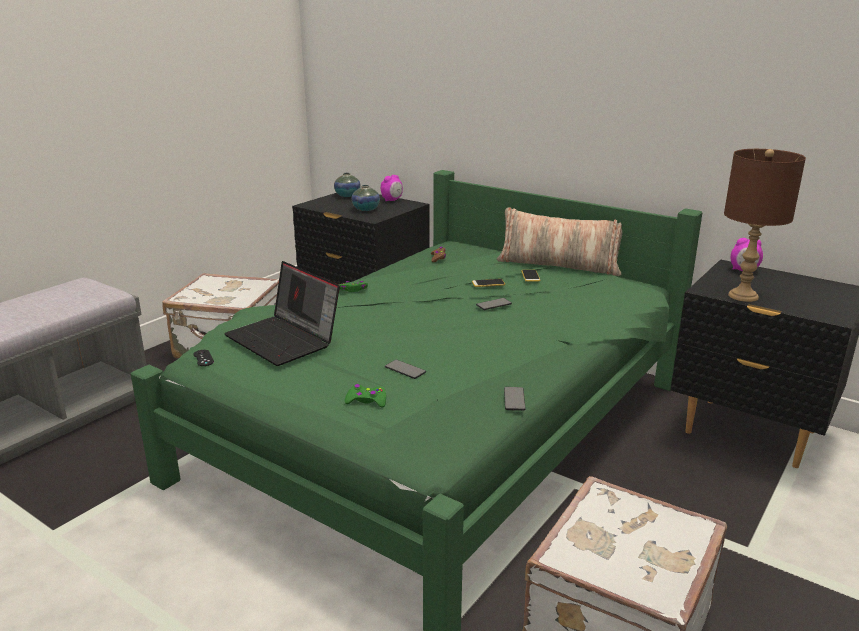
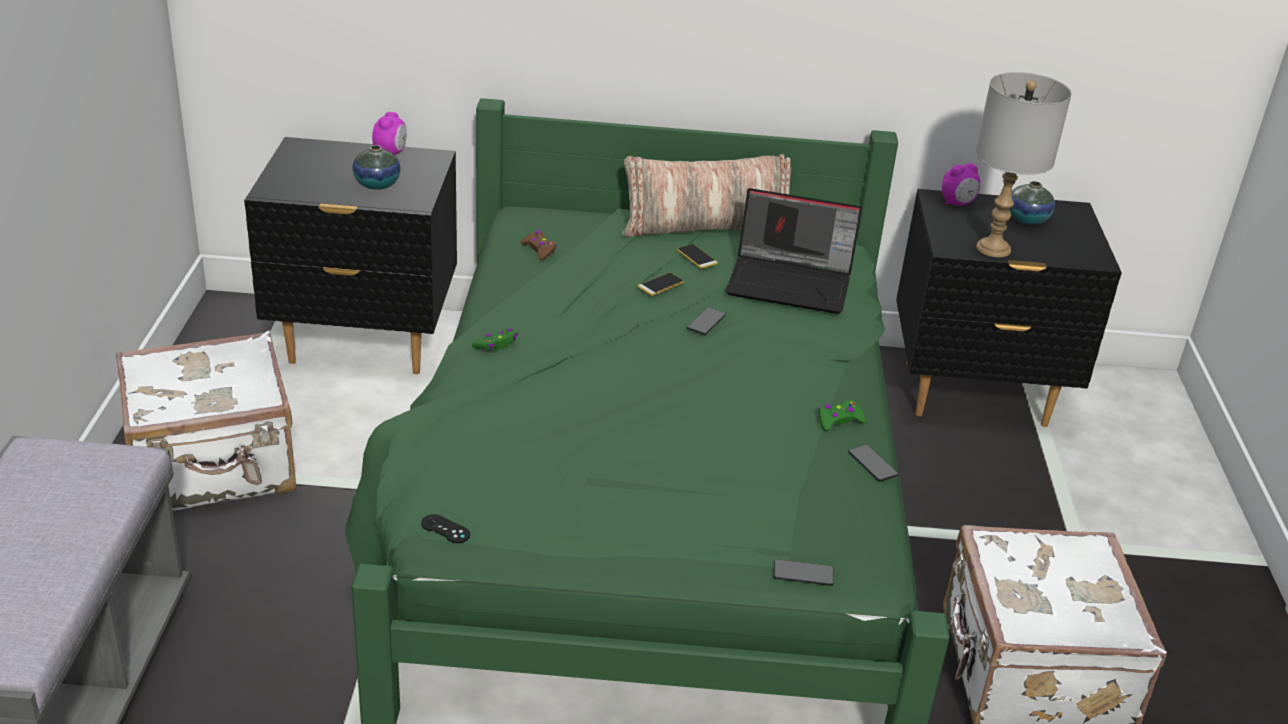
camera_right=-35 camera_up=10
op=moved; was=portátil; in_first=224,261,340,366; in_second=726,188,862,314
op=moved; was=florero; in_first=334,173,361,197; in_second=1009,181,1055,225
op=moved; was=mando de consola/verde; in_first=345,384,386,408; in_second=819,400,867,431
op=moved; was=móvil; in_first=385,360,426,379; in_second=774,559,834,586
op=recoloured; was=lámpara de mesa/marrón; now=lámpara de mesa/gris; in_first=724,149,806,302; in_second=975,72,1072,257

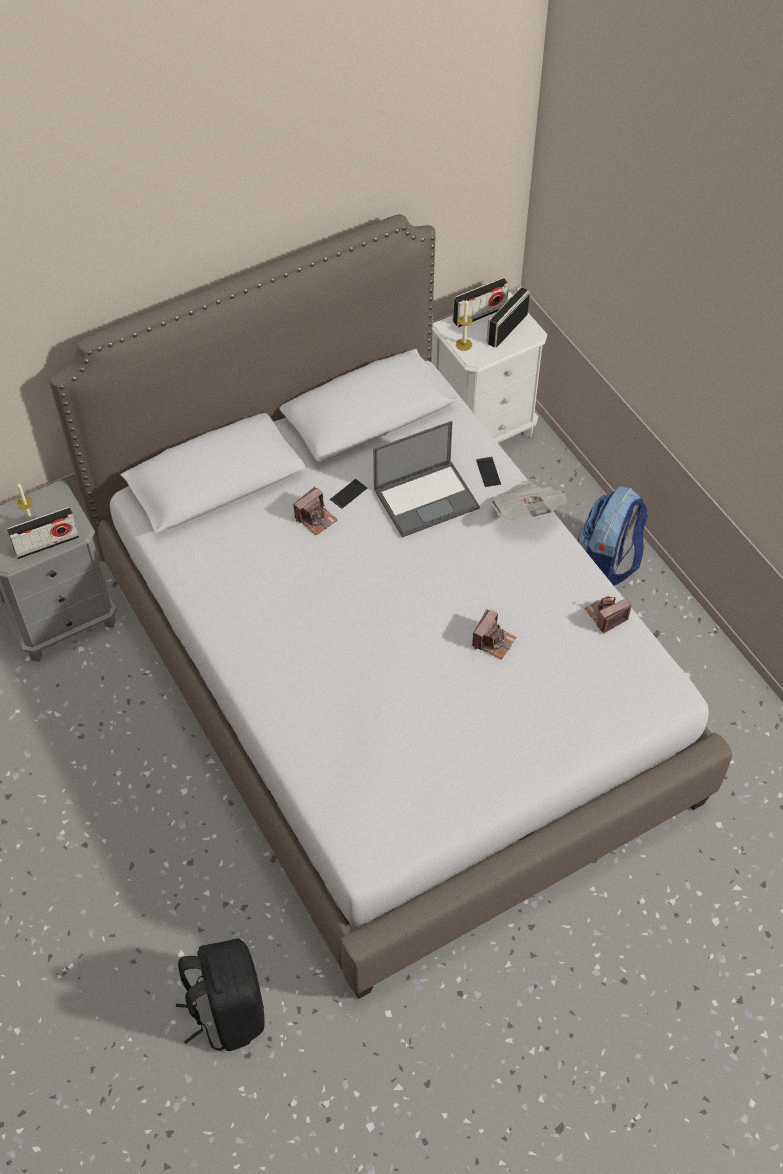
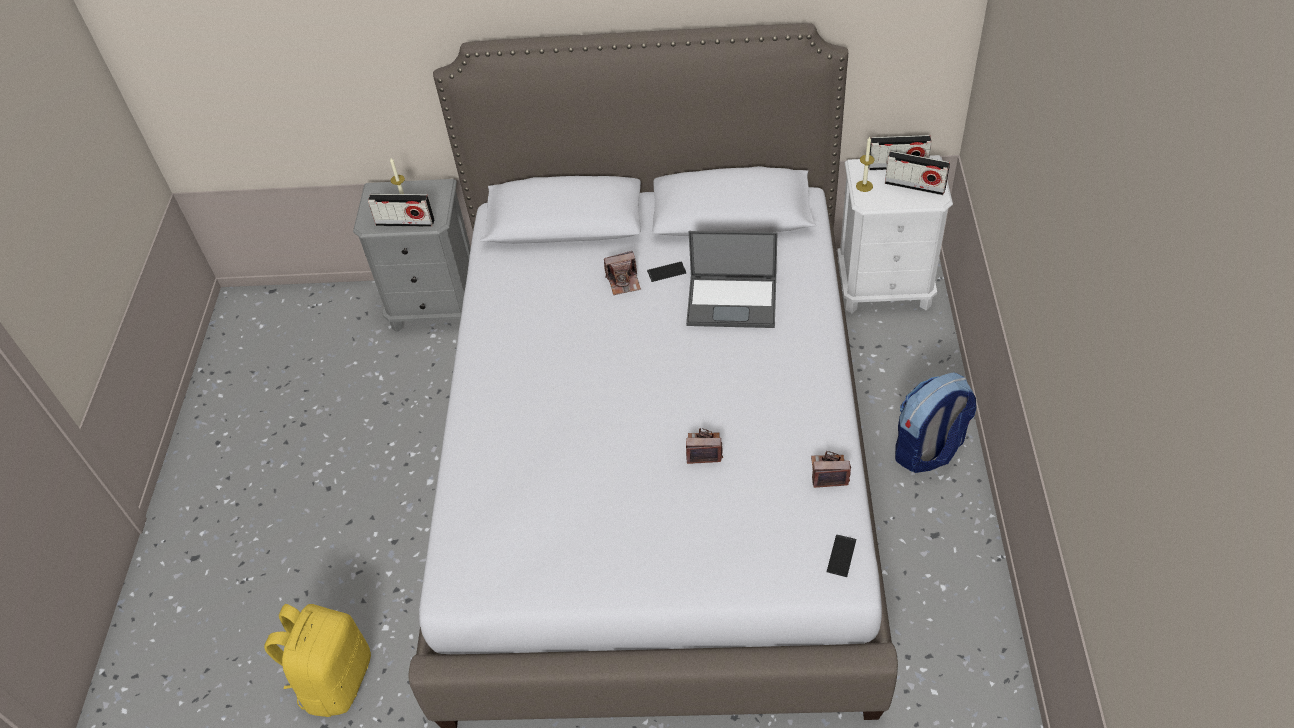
camera_right=35 camera_up=-5
op=removed; was=periódico; in_first=490,480,567,520
op=moved; was=móvil; in_first=476,457,501,487; in_second=827,534,856,577
op=recoloured; was=mochila/negro; now=mochila/amarillo; in_first=176,938,265,1051; in_second=264,604,371,717
op=turned; was=cámara; in_first=472,609,516,659; in_second=686,428,723,464; clockwise=-150
op=turned; was=radio; in_first=486,286,530,348; in_second=885,151,950,195; clockwise=-135

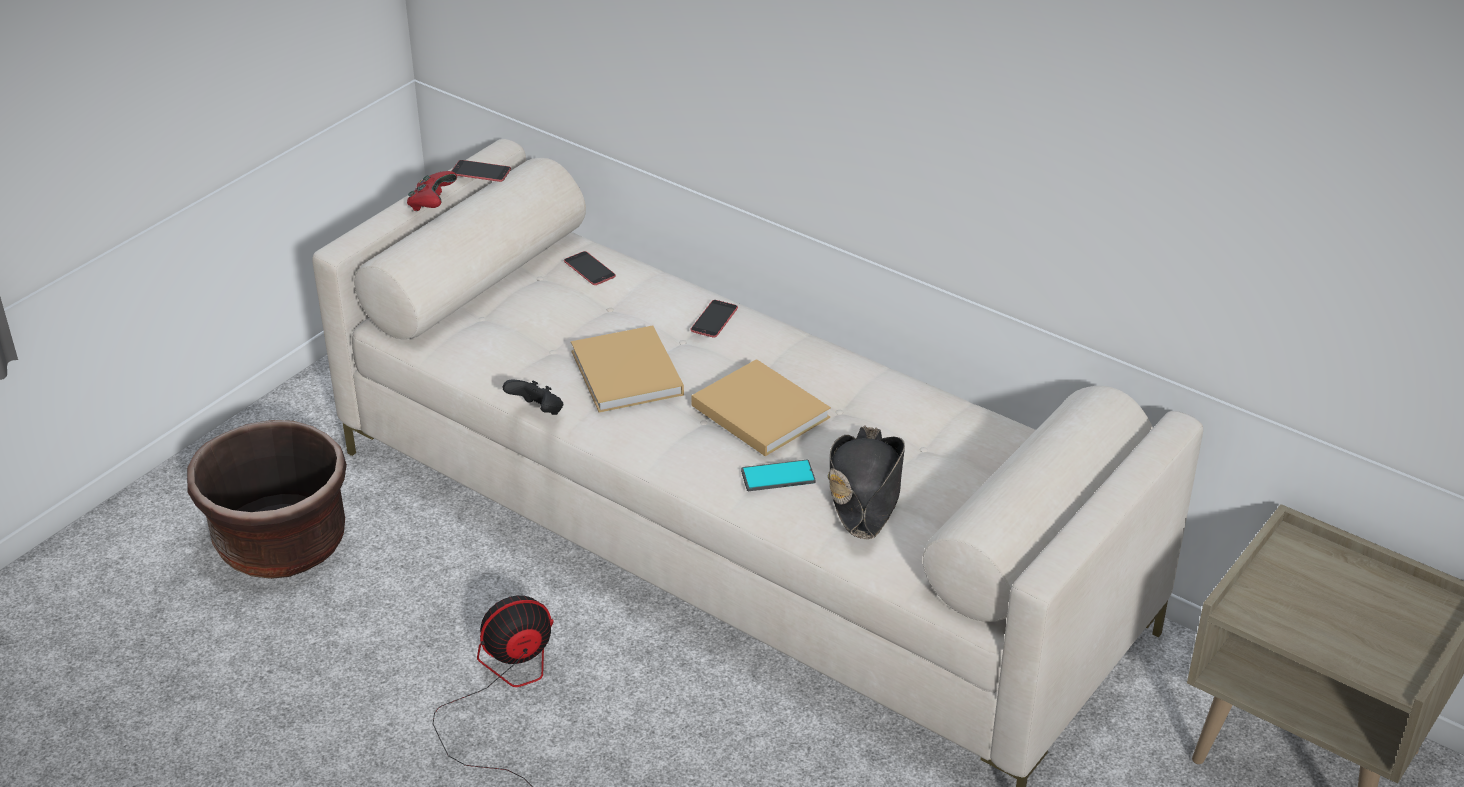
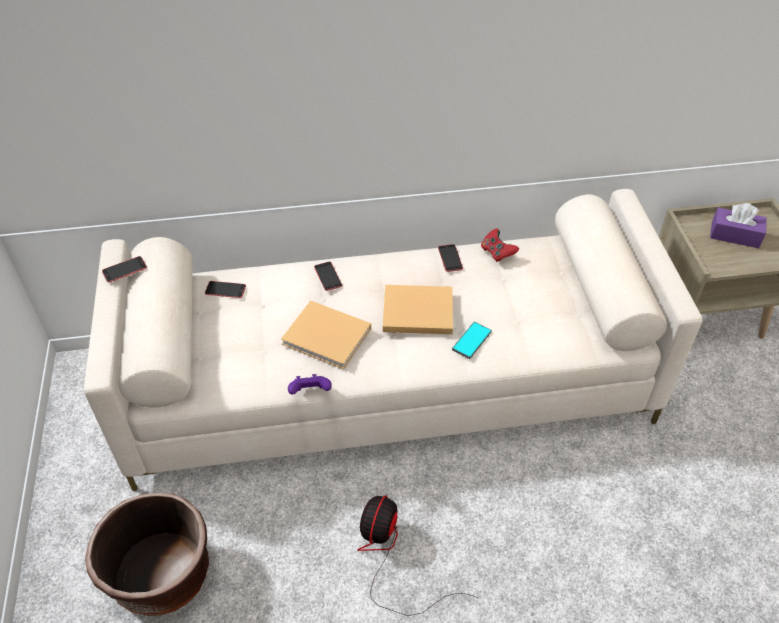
camera_right=-45 camera_up=10
op=removed; was=sombrero/negro; in_first=828,426,905,539
op=added; now=móvil; in_second=438,244,463,272
op=added; now=caja de pañuelos/morado; in_second=710,203,767,248
op=moved; was=mando de consola/rojo; in_first=407,171,457,211; in_second=481,229,519,262
op=recoloured; was=mando de consola/negro; now=mando de consola/morado; in_first=503,379,563,415; in_second=288,374,332,395

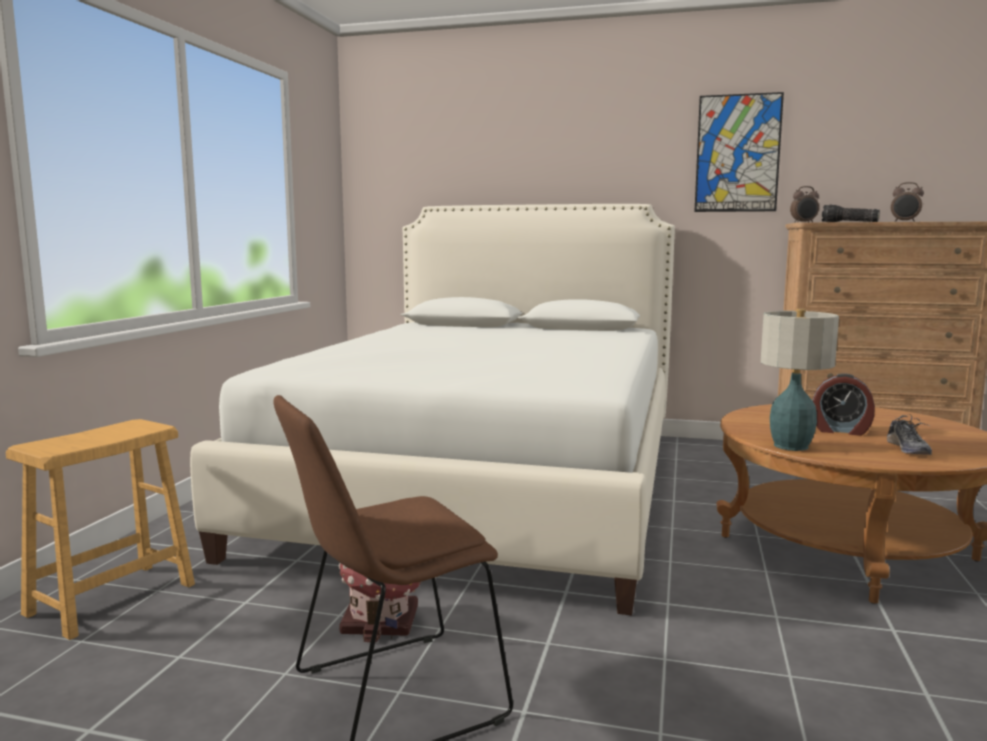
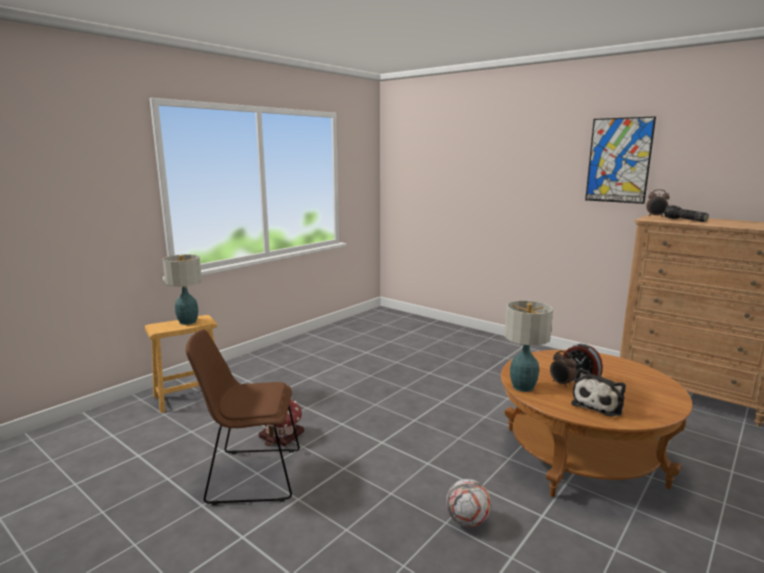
camera_right=25 camera_up=5
op=removed; was=cama/blanco; in_first=190,204,675,615
op=added; now=lámpara de mesa; in_second=163,254,202,325
op=added; now=balón de fútbol; in_second=446,479,491,527
op=moved; was=despertador; in_first=891,182,924,222; in_second=550,351,577,387
op=replaced; was=zapato; now=peluche; in_first=887,414,932,455; in_second=571,368,626,416

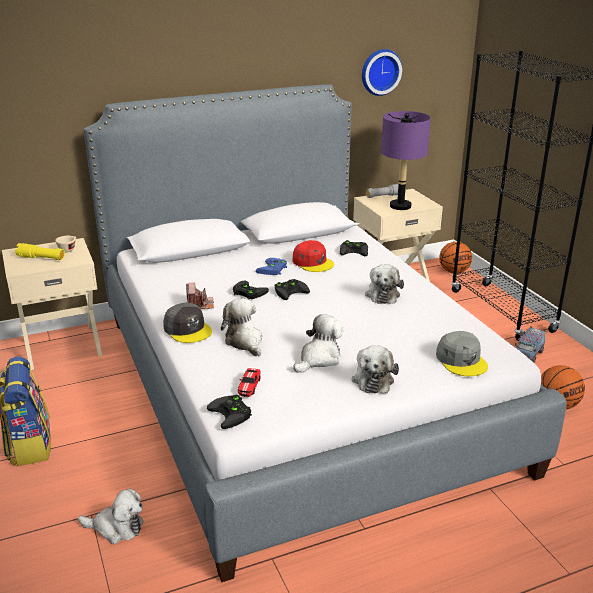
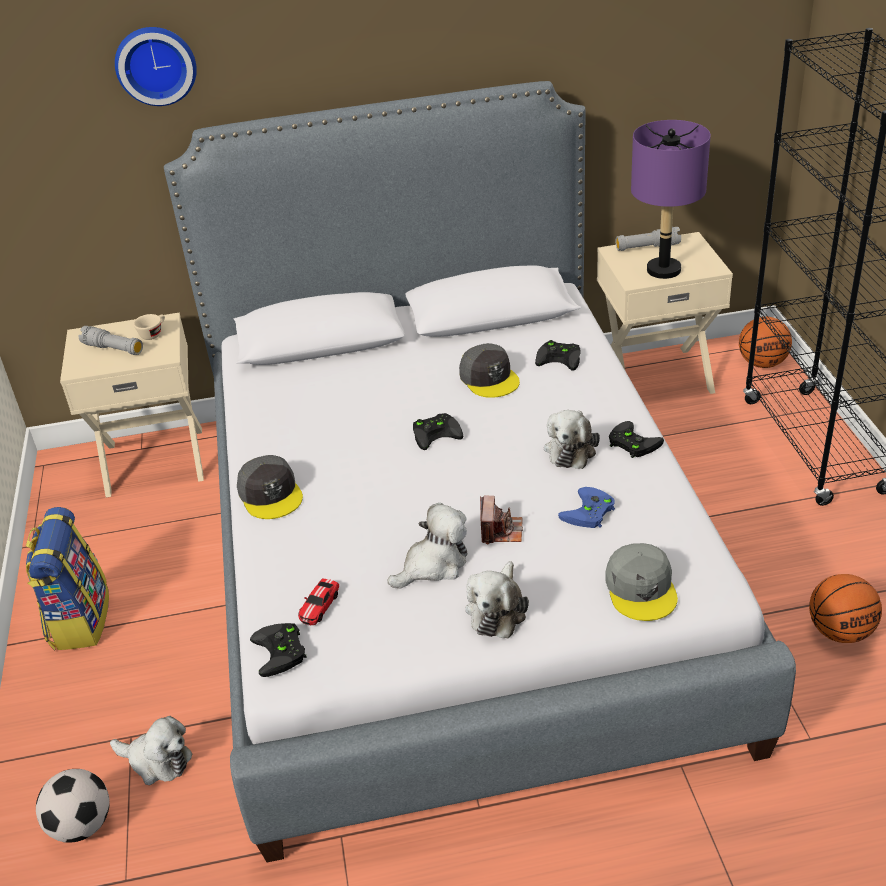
camera_right=15 camera_up=10
op=removed; was=peluche; in_first=221,298,262,357
op=removed; was=camión de juguete; in_first=515,326,546,363
op=added; now=balón de fútbol; in_second=36,769,110,843
op=moved; was=cámara; in_first=186,283,214,309; in_second=480,496,523,545
op=moved; was=mando de consola/negro; in_first=233,281,269,300; in_second=609,421,664,458
op=moved; was=mando de consola/azul; in_first=256,258,287,275; in_second=558,487,615,528
op=moved; was=reloj de pared; in_first=362,49,402,96; in_second=115,27,197,106
op=recoloured; was=linterna/amarillo; now=linterna/gris; in_first=15,243,65,260; in_second=79,326,143,355
op=recoloured; was=gorra/rojo; now=gorra/gris; in_first=293,240,334,272; in_second=459,343,520,398

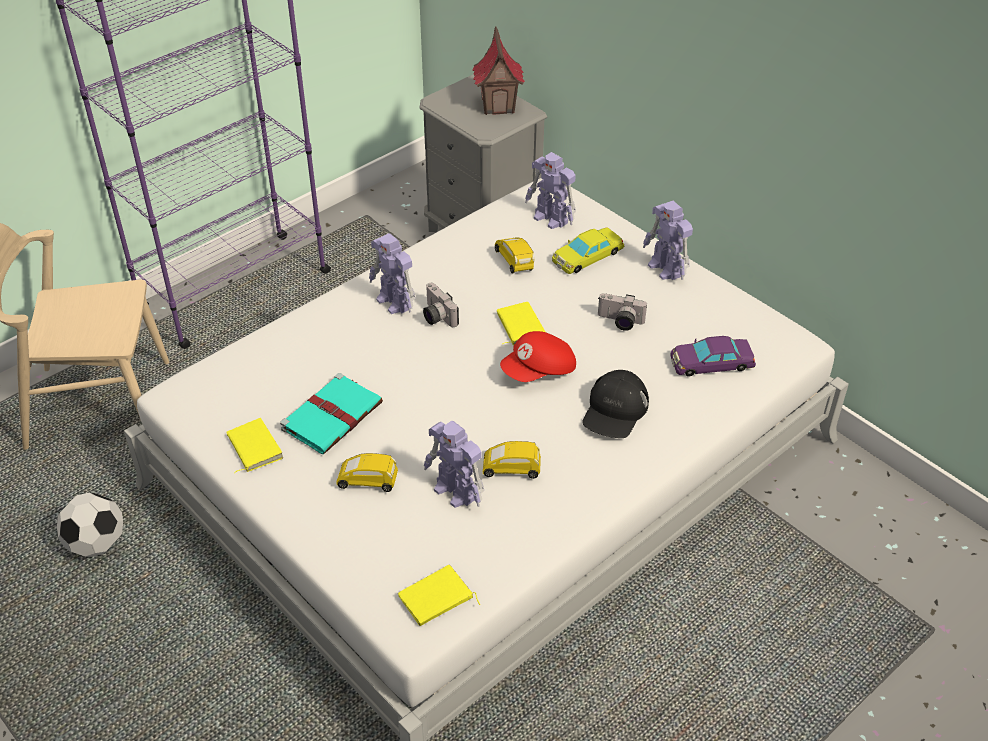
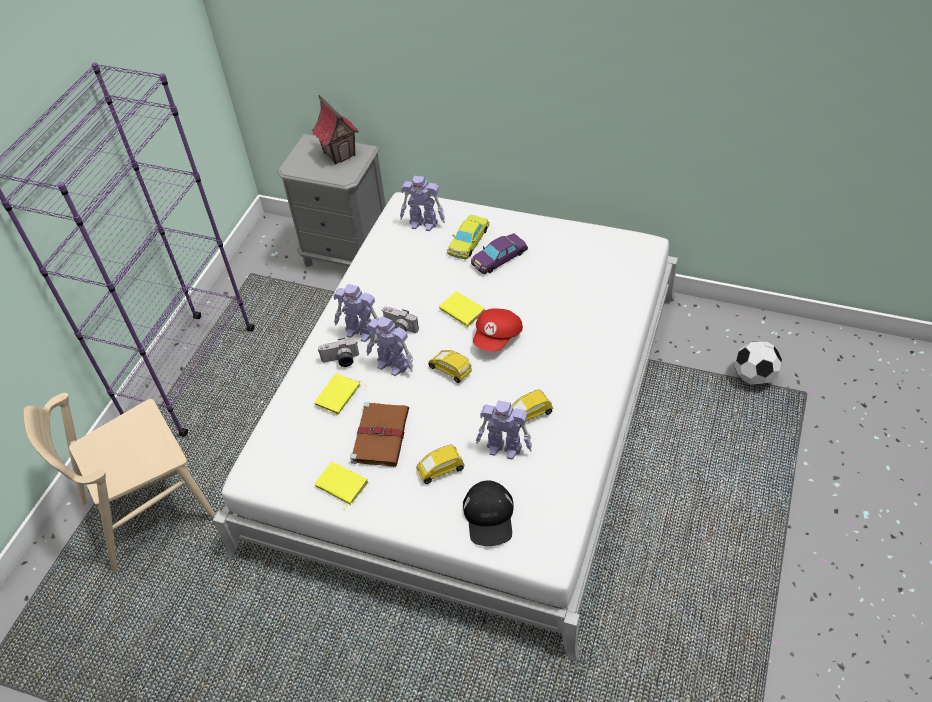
camera_right=-25 camera_up=5
op=moved; was=balón de fútbol; in_first=57,492,123,557; in_second=735,341,782,385
op=moved; was=libro/amarillo; in_first=398,565,480,626; in_second=314,373,368,415
op=moved; was=coche de juguete/amarillo; in_first=495,237,534,273; in_second=428,350,472,383
op=moved; was=gorra/negro; in_first=582,370,649,438; in_second=463,480,513,546
op=moved; was=cámara; in_first=598,293,647,331; in_second=318,338,359,367
op=moved; was=robot de juguete; in_first=643,201,693,280; in_second=366,316,413,376
op=moved; was=coche de juguete/morado; in_first=670,336,756,377; in_second=471,233,528,274
op=recoloured; was=libro/turquesa; now=libro/marrón; in_first=280,373,383,455; in_second=350,402,409,467

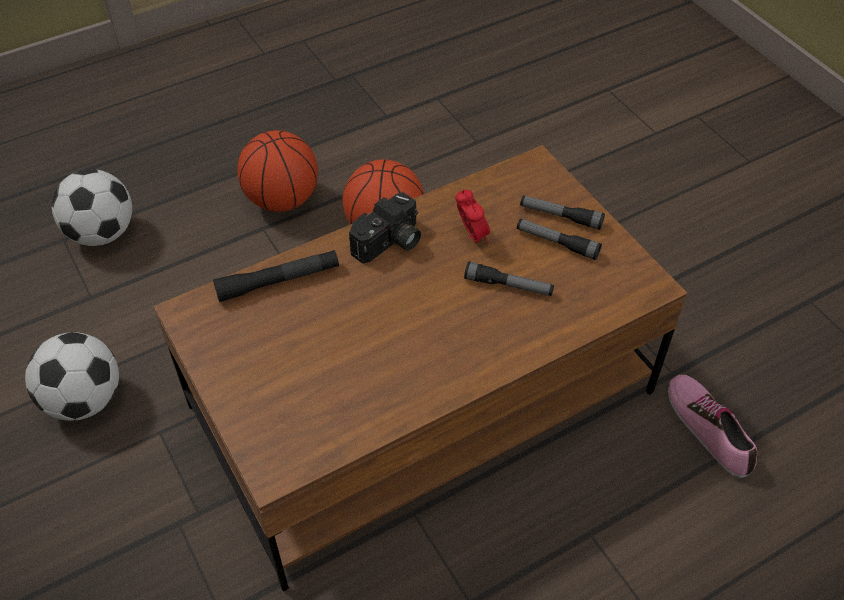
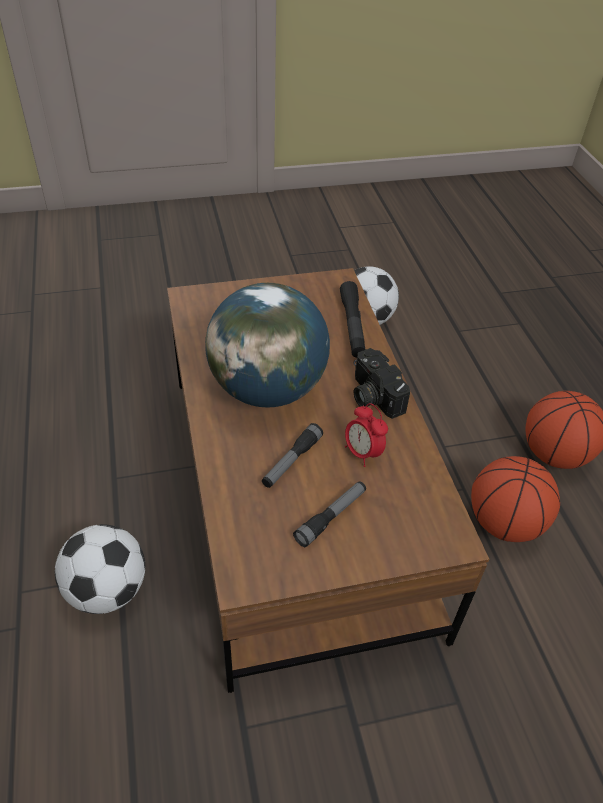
camera_right=105 camera_up=-5
op=removed; was=linterna; in_first=520,196,605,230
op=removed; was=zapato; in_first=668,375,757,478
op=added; now=globo terráqueo; in_second=205,283,330,408
op=moved; was=balón de fútbol; in_first=52,169,133,246; in_second=55,524,146,614
op=turned; was=despertador; in_first=455,190,490,244; in_second=345,403,388,467; clockwise=60

